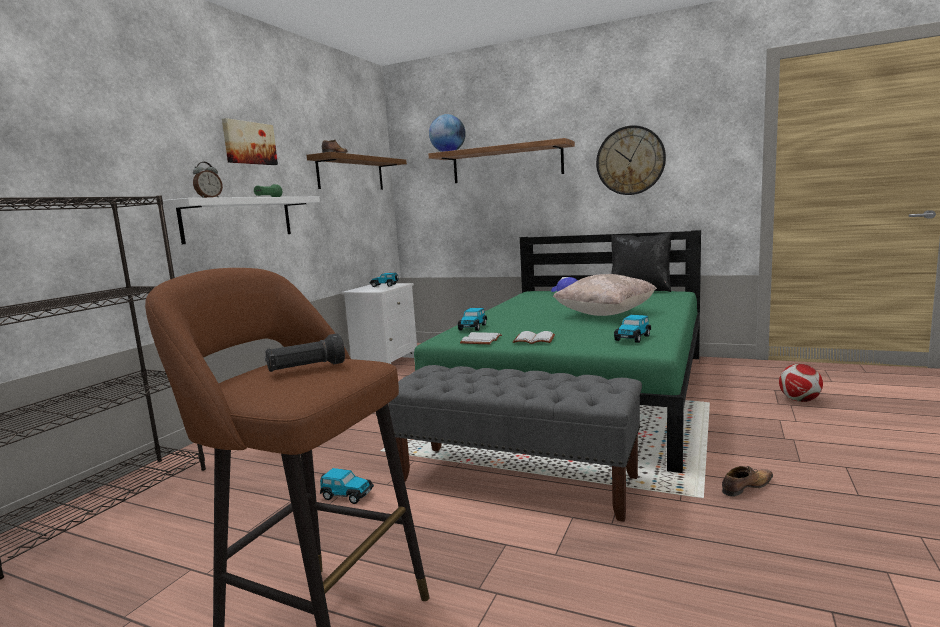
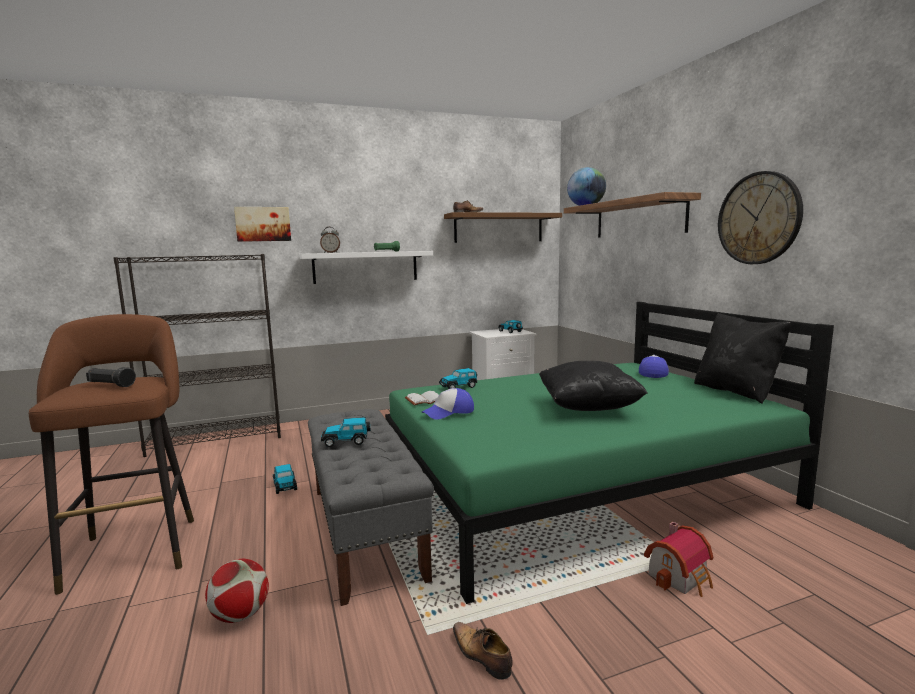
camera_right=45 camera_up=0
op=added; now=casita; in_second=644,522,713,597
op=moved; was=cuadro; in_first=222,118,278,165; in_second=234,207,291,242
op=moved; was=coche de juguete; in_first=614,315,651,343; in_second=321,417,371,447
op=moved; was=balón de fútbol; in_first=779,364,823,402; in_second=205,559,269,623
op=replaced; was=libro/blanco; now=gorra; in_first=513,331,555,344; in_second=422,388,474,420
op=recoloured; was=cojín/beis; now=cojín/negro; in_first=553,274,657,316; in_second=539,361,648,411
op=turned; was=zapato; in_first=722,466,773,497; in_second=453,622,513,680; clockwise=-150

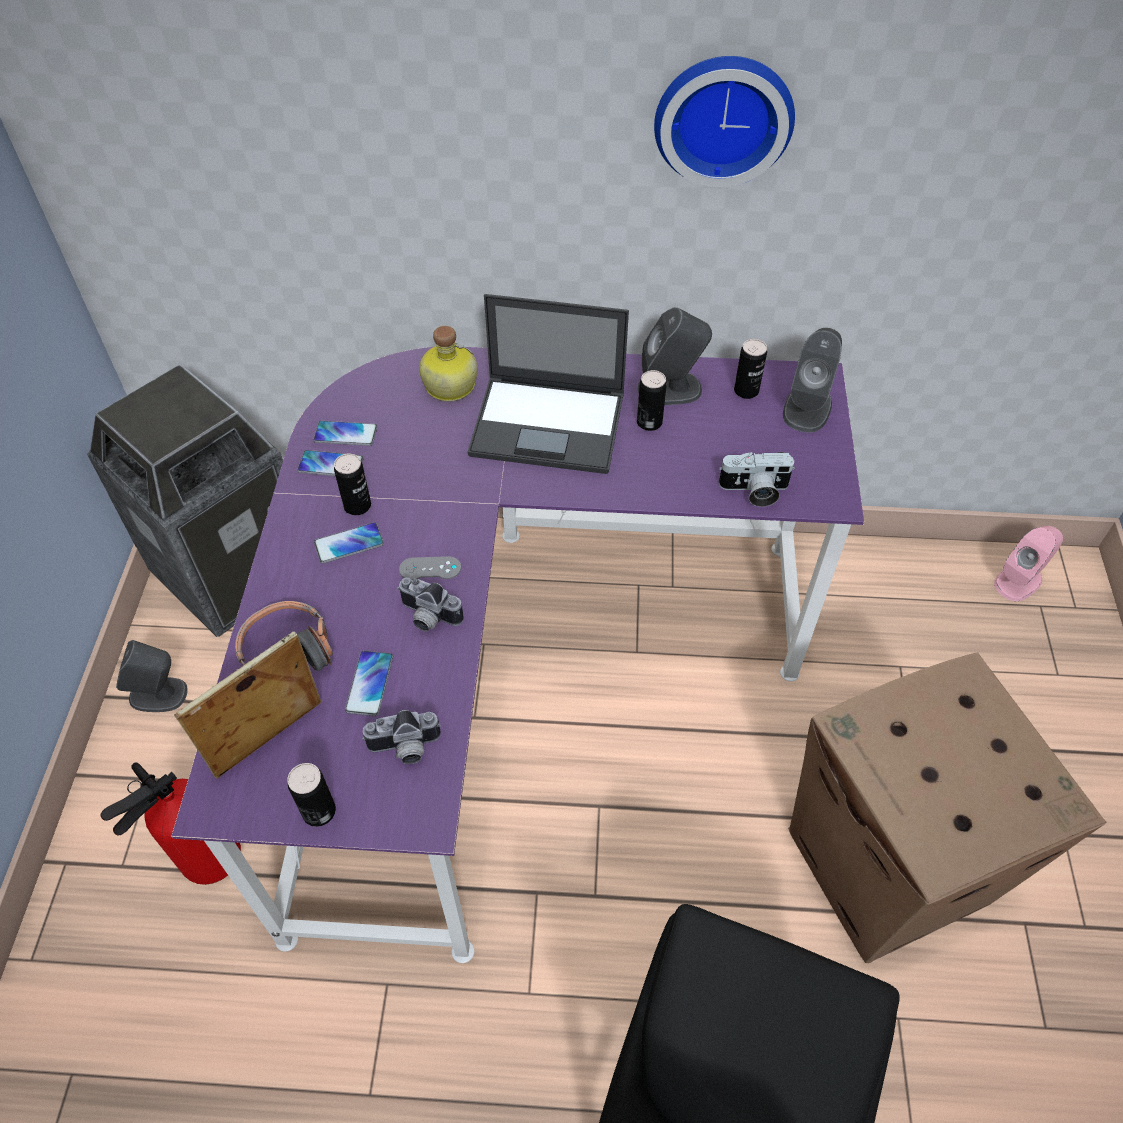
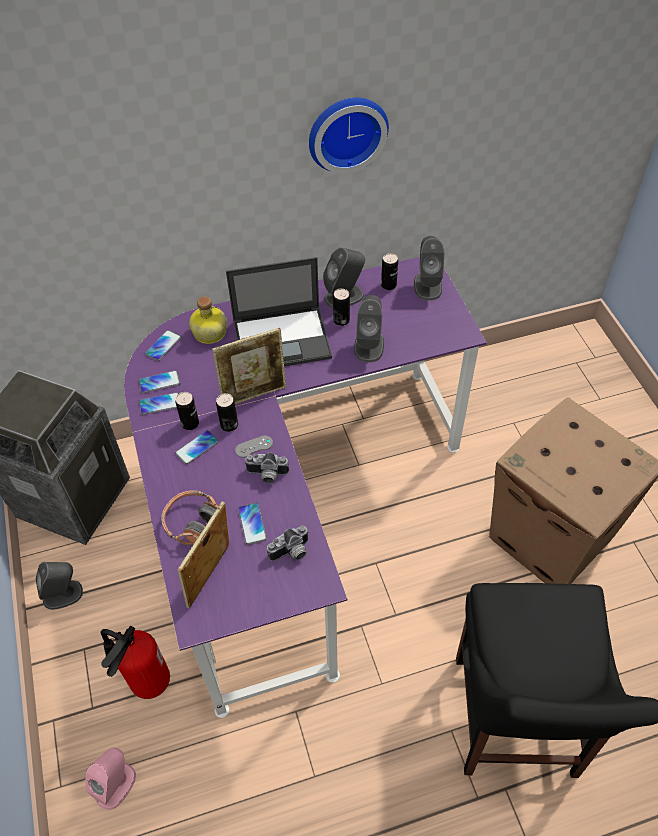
camera_right=-20 camera_up=0
op=removed; was=cámara; in_first=719,452,795,507
op=added; now=móvil; in_second=145,330,181,361
op=added; now=portarretratos; in_second=212,328,286,404
op=added; now=altavoz/gris; in_second=354,295,384,363
op=moved; was=lata; in_first=287,763,336,827; in_second=216,393,238,432
op=moved; was=altavoz/rosa; in_first=994,526,1063,601; in_second=85,748,136,810

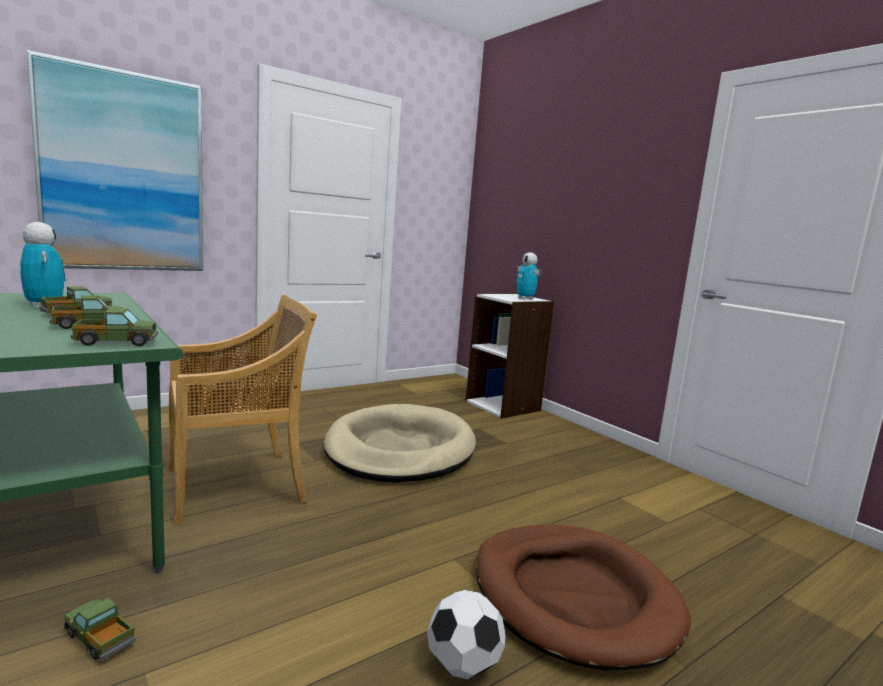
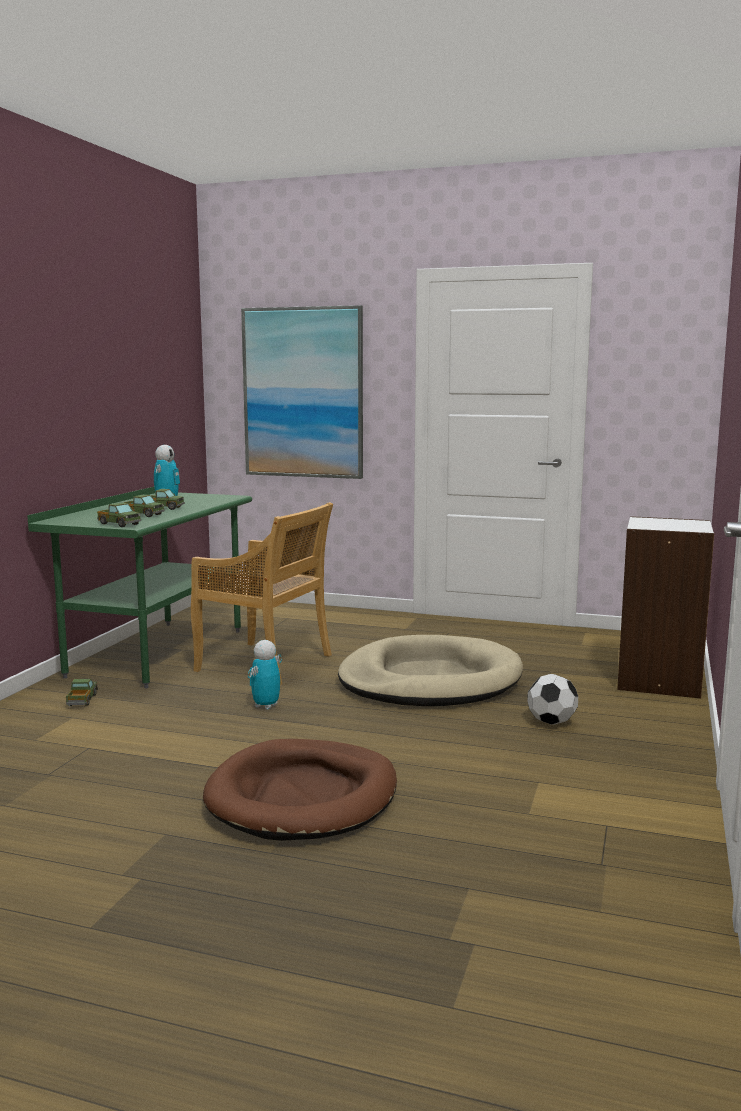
camera_right=55 camera_up=0
op=moved; was=balón de fútbol; in_first=427,590,506,679; in_second=527,674,578,725
op=moved; was=robot de juguete; in_first=516,252,541,300; in_second=248,640,282,710

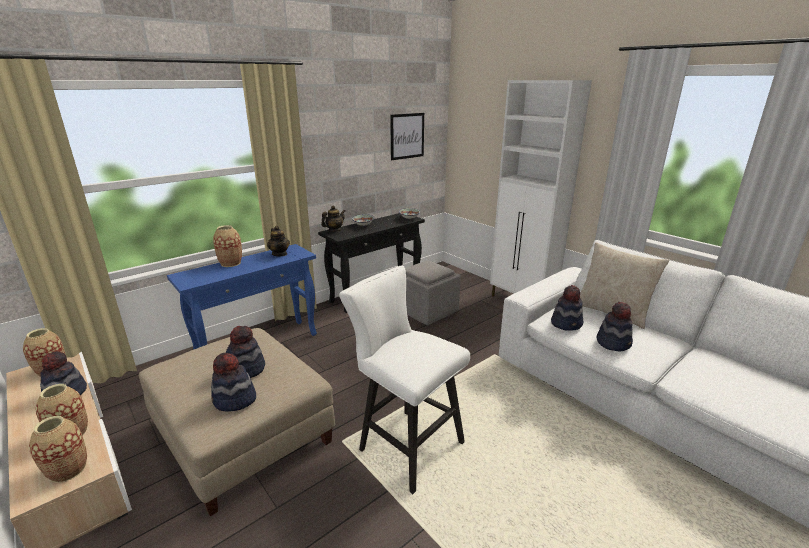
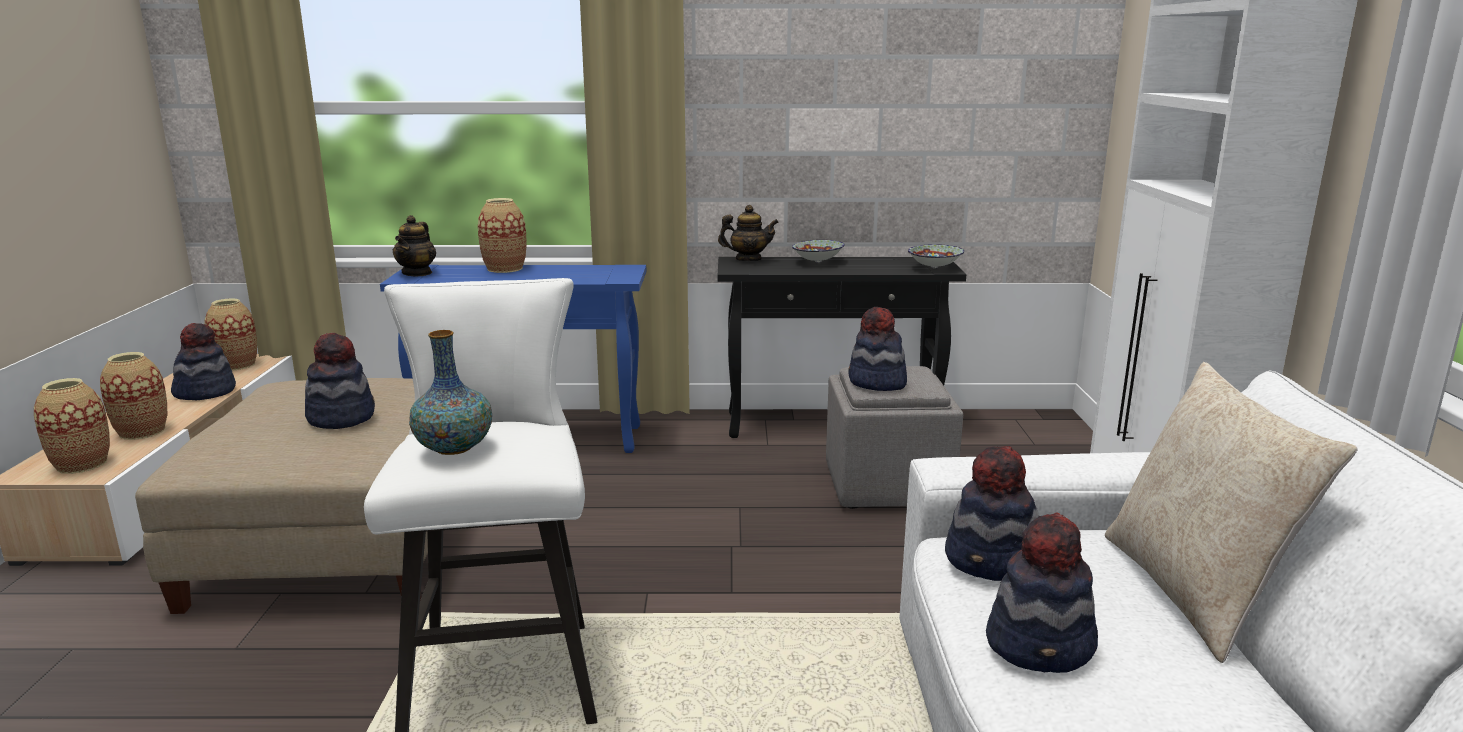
camera_right=40 camera_up=-5
op=removed; was=cuadro; in_first=390,113,424,160
op=added; now=florero; in_second=409,330,492,455
op=moved; was=sombrero; in_first=211,353,256,412; in_second=848,307,907,391
op=moved; was=tetera; in_first=267,226,290,257; in_second=392,215,436,276

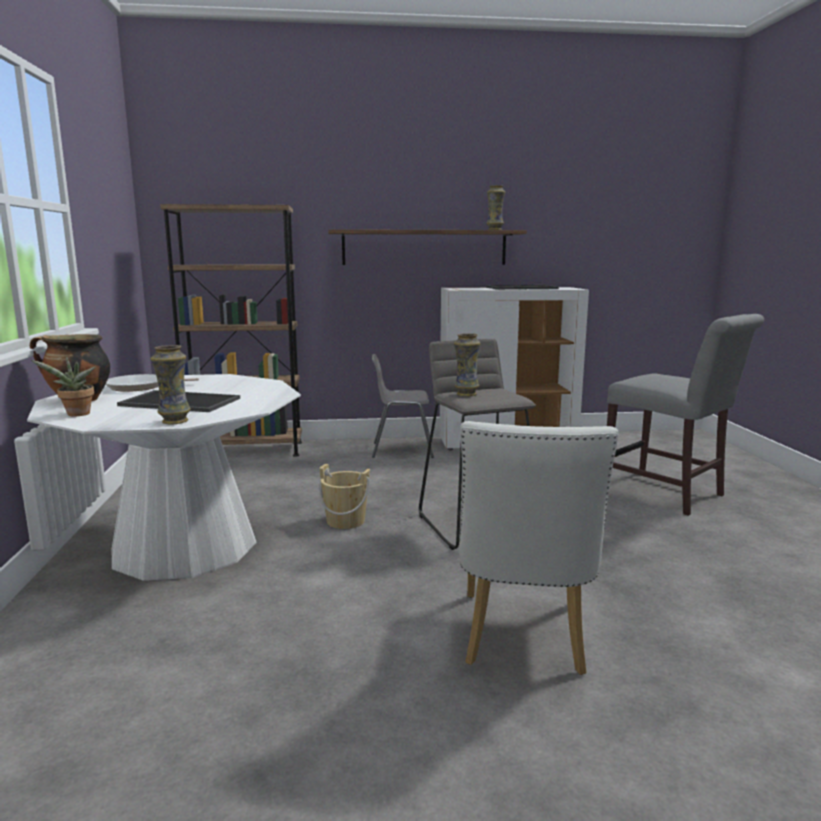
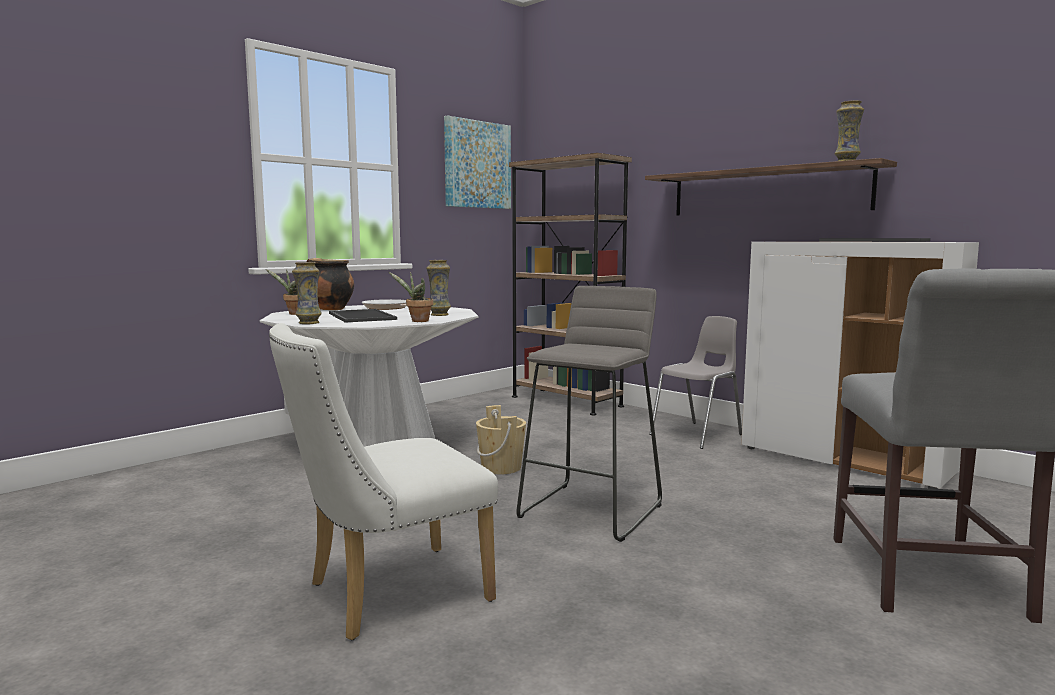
camera_right=50 camera_up=-5
op=added; now=planta en maceta; in_second=389,272,433,322
op=added; now=cuadro; in_second=444,116,511,209
op=moved; was=florero; in_first=454,333,480,396; in_second=426,260,451,316
op=turned; was=silla/gris; in_first=372,354,434,458; in_second=649,316,742,449; clockwise=90

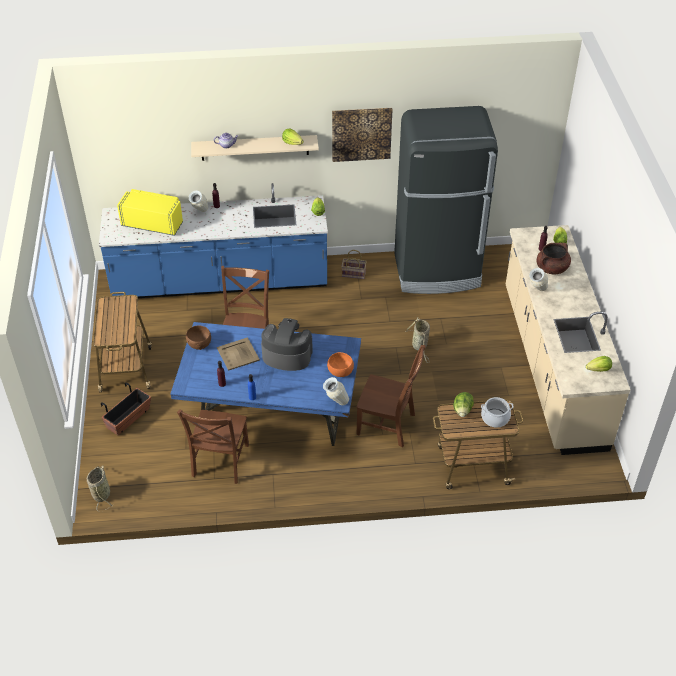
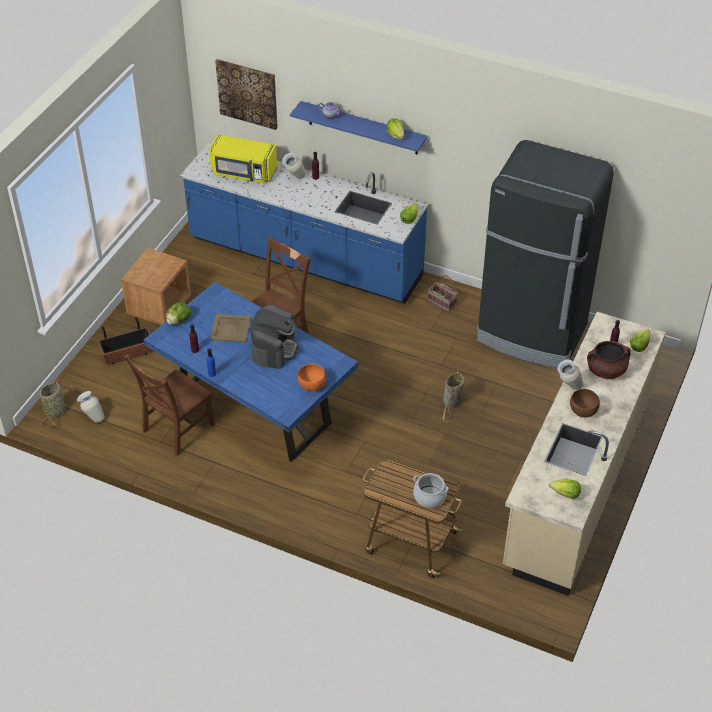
camera_right=30 camera_up=0
op=removed; was=silla/marrón; in_first=356,345,426,447
op=moved; was=cuenco/marrón; in_first=186,326,211,350; in_second=570,389,600,418
op=moved; was=florero; in_first=323,377,349,405; in_second=77,391,105,423
op=moved; was=cuadro; in_first=332,108,392,162; in_second=215,59,278,130
op=moved; was=lechuga; in_first=453,392,474,417; in_second=166,302,191,325
op=replaced; was=carrito; now=mesita de noche/marrón; in_first=93,292,152,392; in_second=121,248,191,325
op=recoloured; was=estante/beis; now=estante/azul; in_first=191,135,319,161; in_second=290,101,427,154
op=turned; was=microondas/amarillo; in_first=117,189,183,236; in_second=209,134,277,183; clockwise=150
op=turned; was=cafetera; in_first=261,318,313,371; in_second=251,304,298,369; clockwise=60

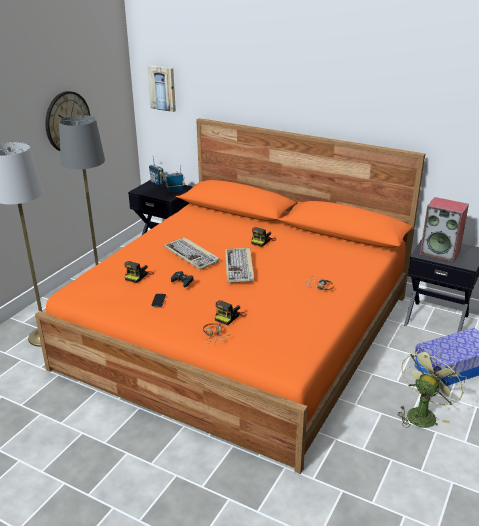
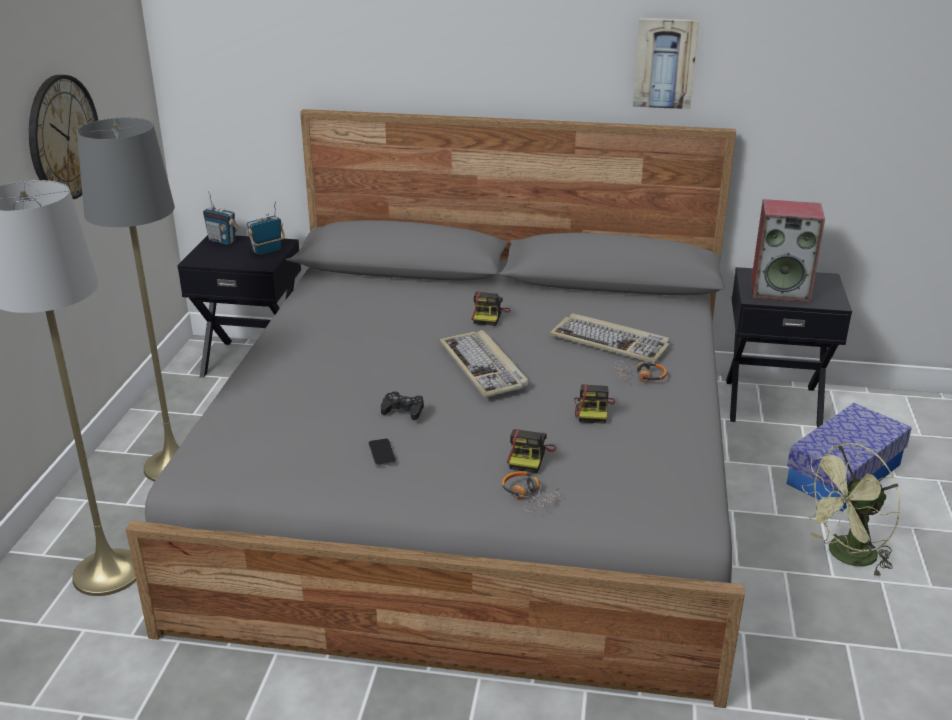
camera_right=-20 camera_up=0
op=moved; was=cámara; in_first=124,261,154,283; in_second=574,384,615,424
op=moved; was=cuadro; in_first=147,66,176,112; in_second=633,18,699,109
op=moved; was=teclado; in_first=163,237,219,270; in_second=550,313,670,364
op=recoloured; was=cama/naranja; now=cama/gris; in_first=35,118,425,474; in_second=126,109,745,708
op=turned; was=ventilador/verde; in_first=397,347,466,428; in_second=801,443,900,577; clockwise=-135

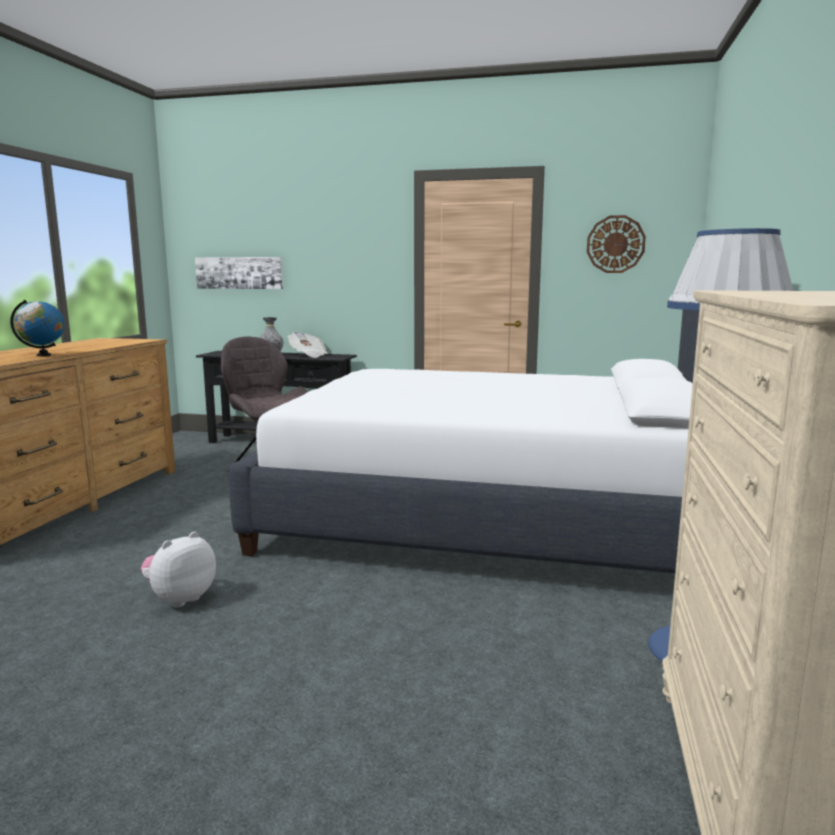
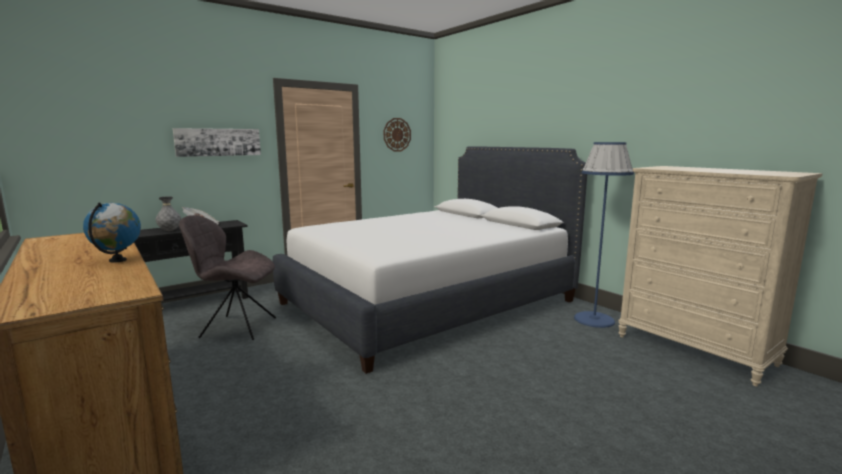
camera_right=-50 camera_up=0
op=removed; was=peluche; in_first=141,532,216,608
op=moved; was=cuadro; in_first=195,257,283,289; in_second=173,128,261,157

